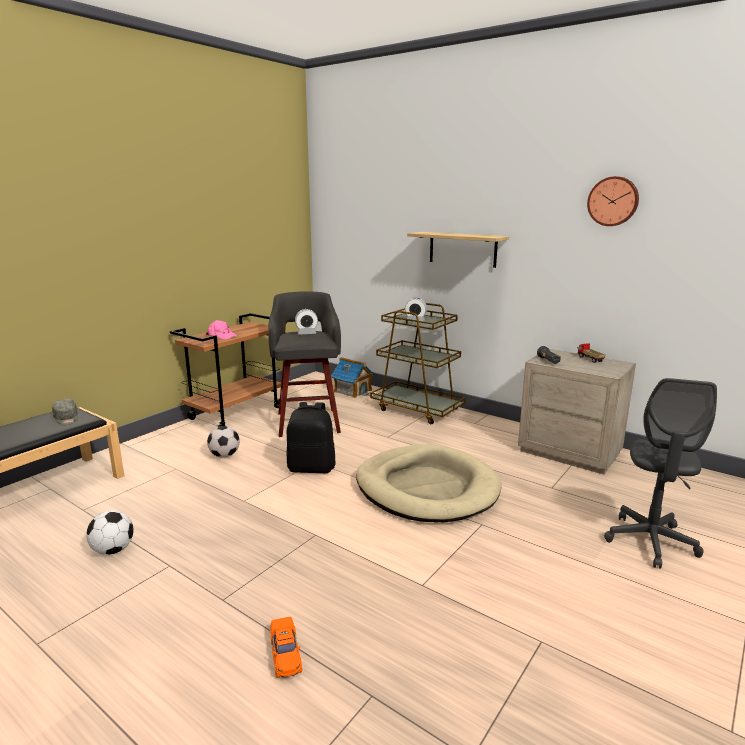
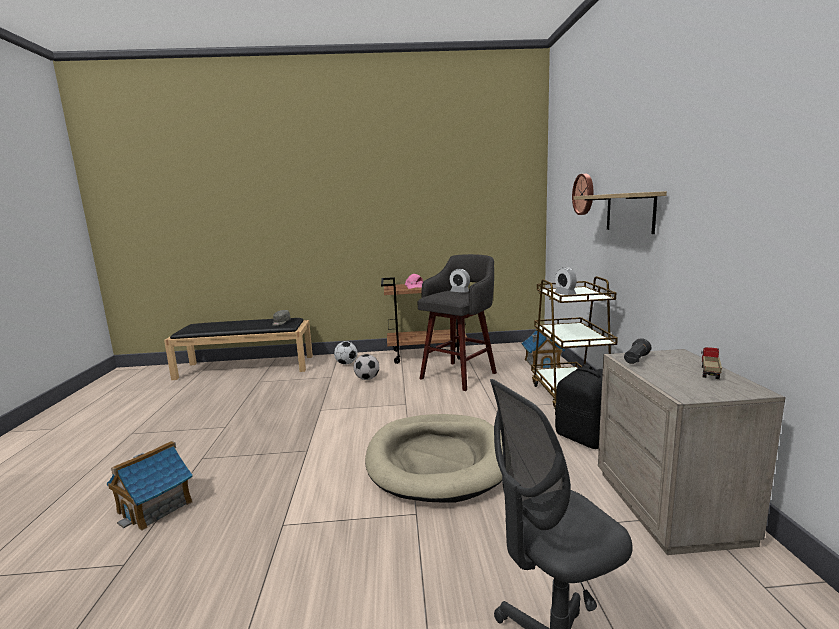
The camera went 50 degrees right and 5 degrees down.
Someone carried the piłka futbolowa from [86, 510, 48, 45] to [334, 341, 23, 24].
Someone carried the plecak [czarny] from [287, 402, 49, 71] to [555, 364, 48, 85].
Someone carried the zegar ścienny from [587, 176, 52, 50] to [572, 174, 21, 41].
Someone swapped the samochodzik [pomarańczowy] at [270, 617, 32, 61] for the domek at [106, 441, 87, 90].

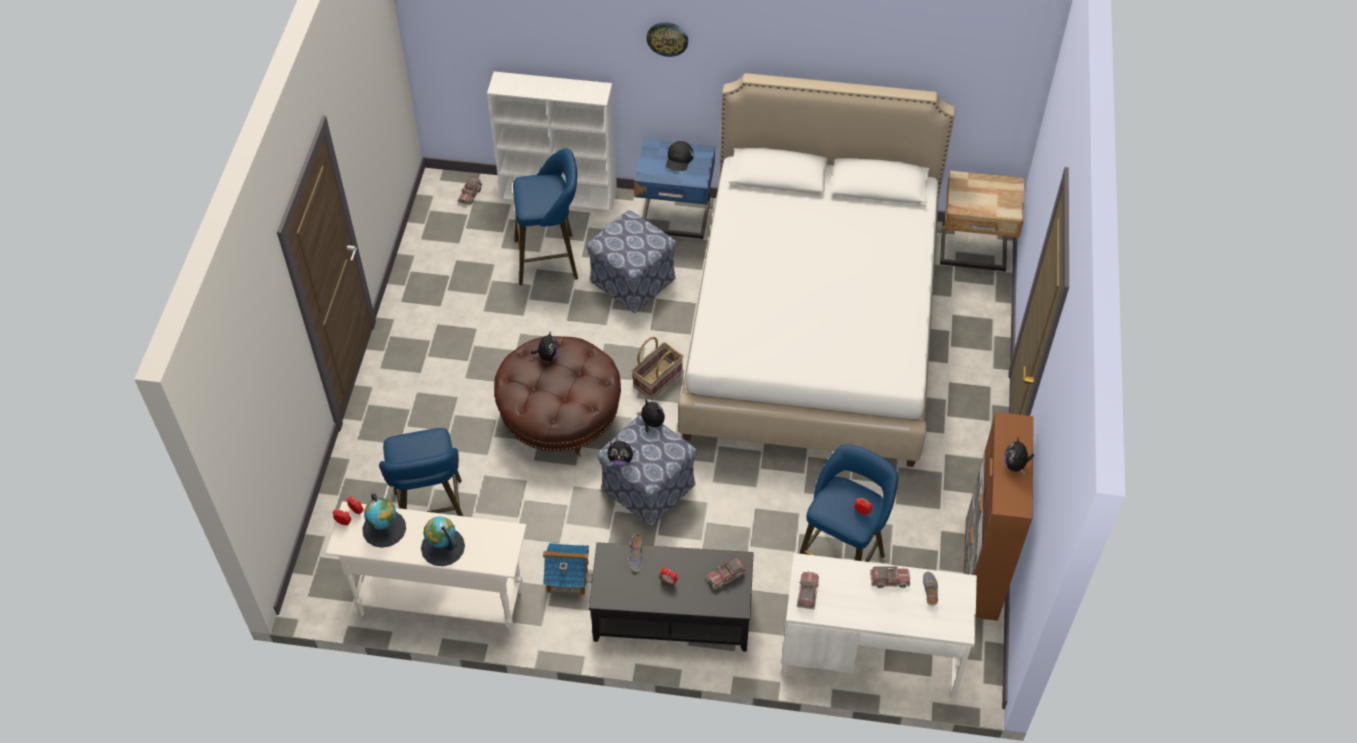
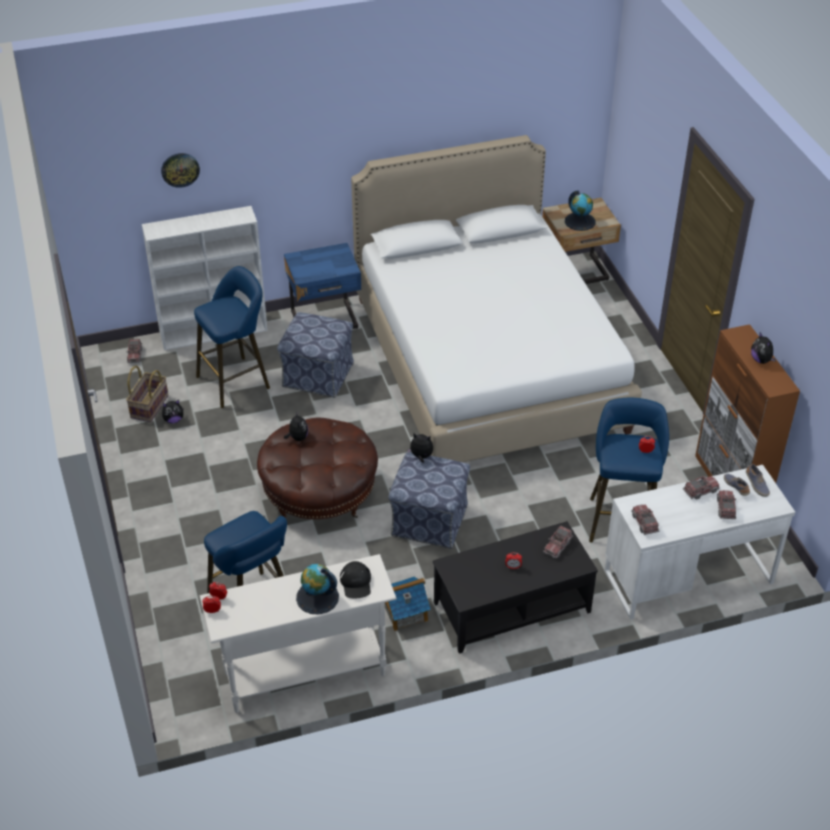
The camera went 25 degrees left and 10 degrees down.
Someone put down the ciężarówka zabawkowa at [717, 490, 19, 29].
Someone carried the globus from [362, 493, 44, 55] to [565, 190, 31, 41].
Someone carried the pluszak from [607, 441, 29, 25] to [162, 400, 22, 23].
Someone carried the but from [628, 533, 15, 39] to [746, 464, 24, 33].
Someone carried the koszyk from [632, 337, 51, 63] to [126, 365, 42, 57].
Someone carried the zegar ścienny from [646, 22, 42, 35] to [161, 153, 39, 35].
Someone carried the czapka z daszkiem [czarny] from [666, 141, 28, 30] to [340, 561, 31, 38].

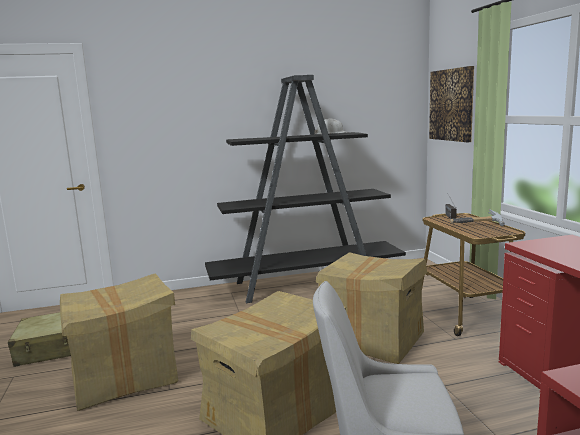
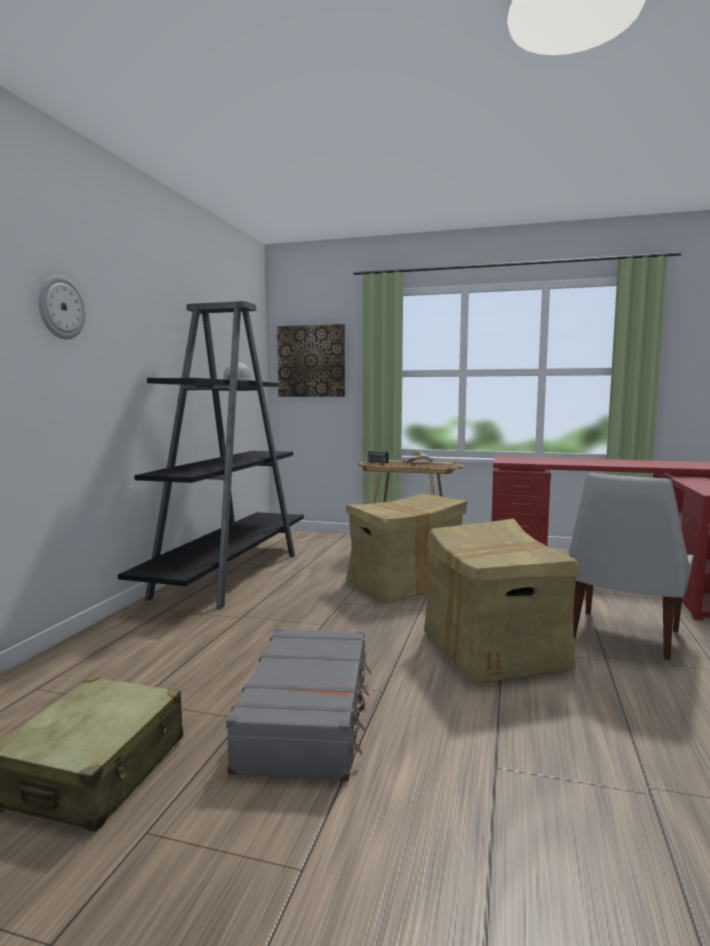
The camera went 60 degrees left and 5 degrees down.
Someone put up the zegar ścienny at [38, 275, 48, 64].
Someone swapped the karton at [60, 274, 118, 137] for the walizka [szary] at [226, 628, 145, 153].

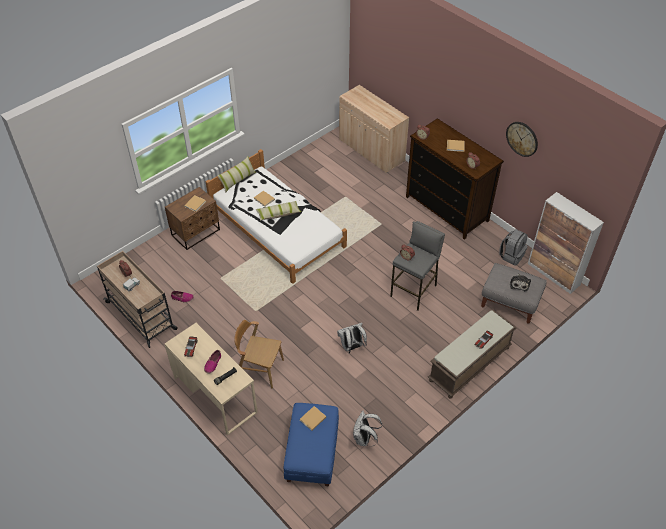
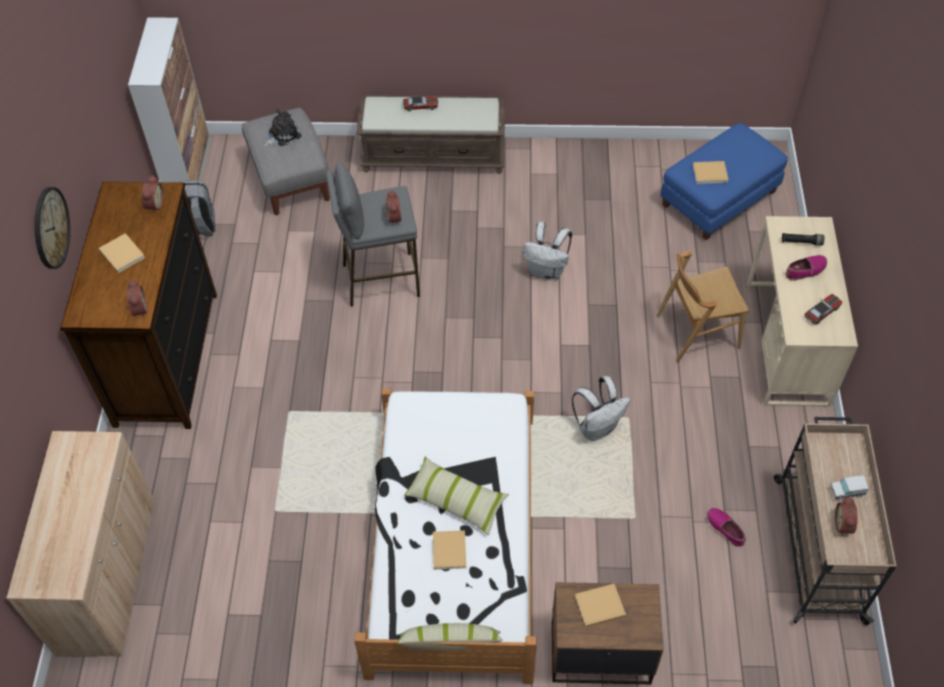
The camera went 135 degrees left and 5 degrees up.
Someone carried the plecak [biały] from [353, 410, 29, 36] to [572, 376, 58, 65].
Someone carried the zegar ścienny from [506, 122, 32, 35] to [34, 187, 36, 82].
Someone rotated the krzesło [brązowy] at [234, 320, 50, 68] by 105 degrees clockwise.

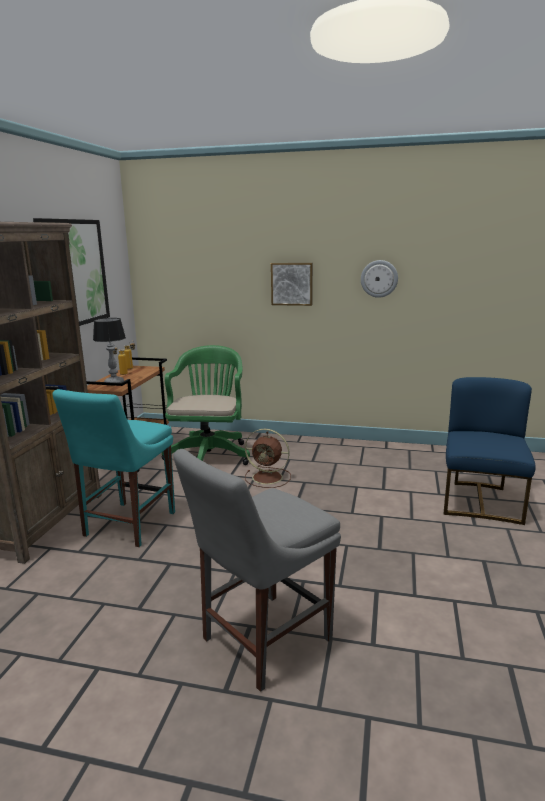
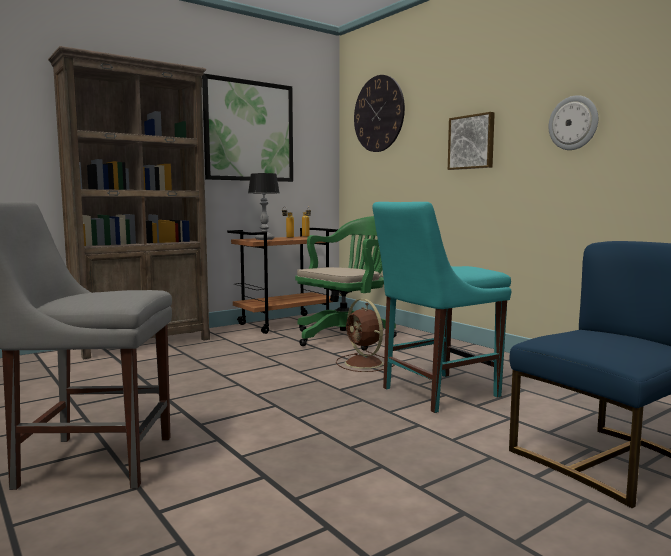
The camera went 40 degrees right and 10 degrees down.
Someone put up the zegar ścienny at [354, 75, 51, 77].
Someone carried the krzesło [turkusowy] from [52, 389, 123, 158] to [373, 202, 138, 211].

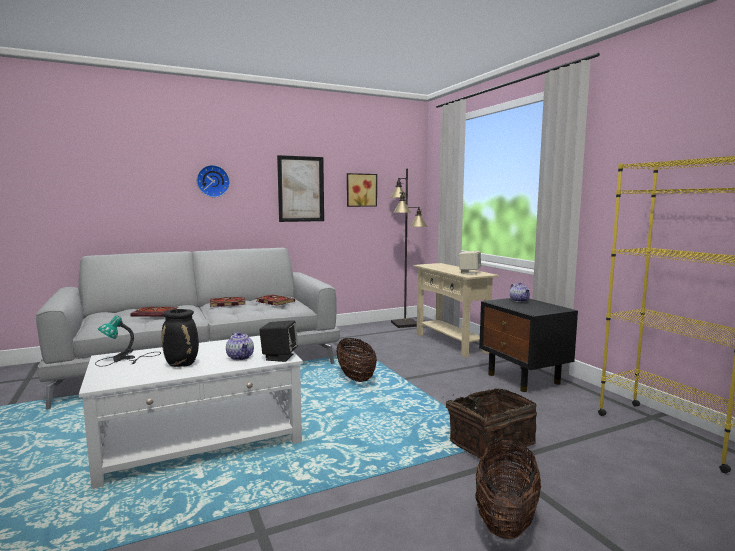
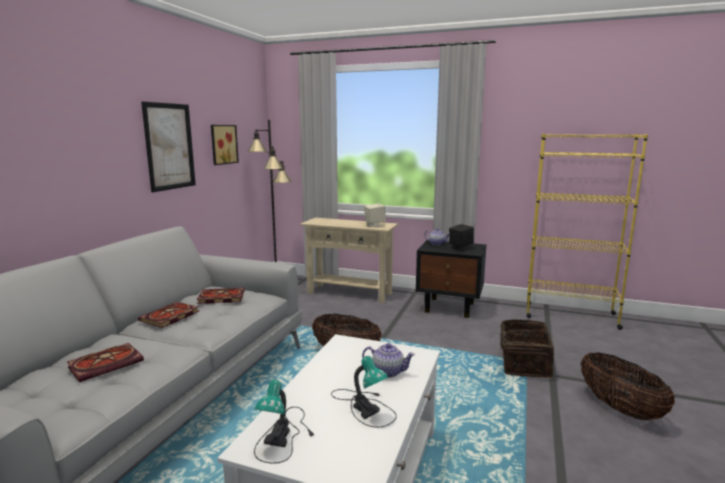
The camera went 45 degrees left and 5 degrees up.
Someone took away the zegar ścienny at [197, 165, 33, 32].
Someone carried the głośnik [czarny] from [259, 320, 39, 42] to [449, 224, 25, 26].
Someone swapped the wazon [czarny] at [162, 309, 37, 58] for the lampa stołowa at [331, 356, 66, 72].

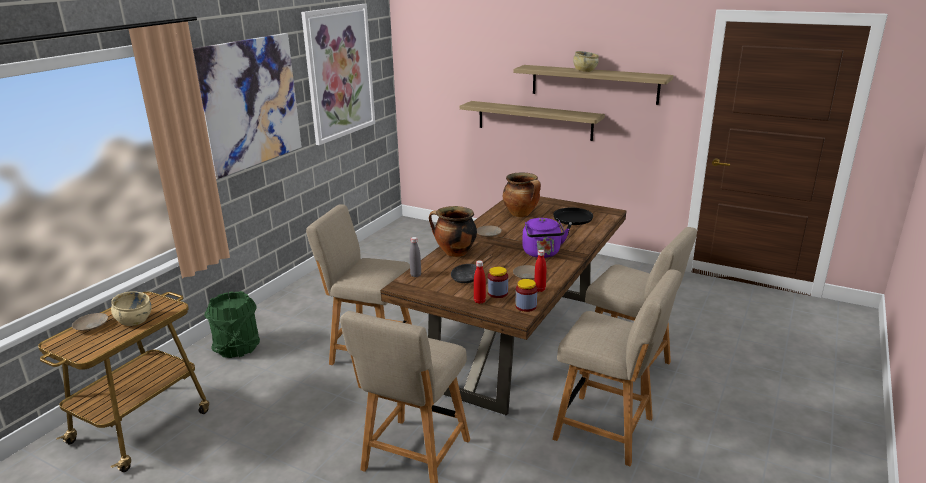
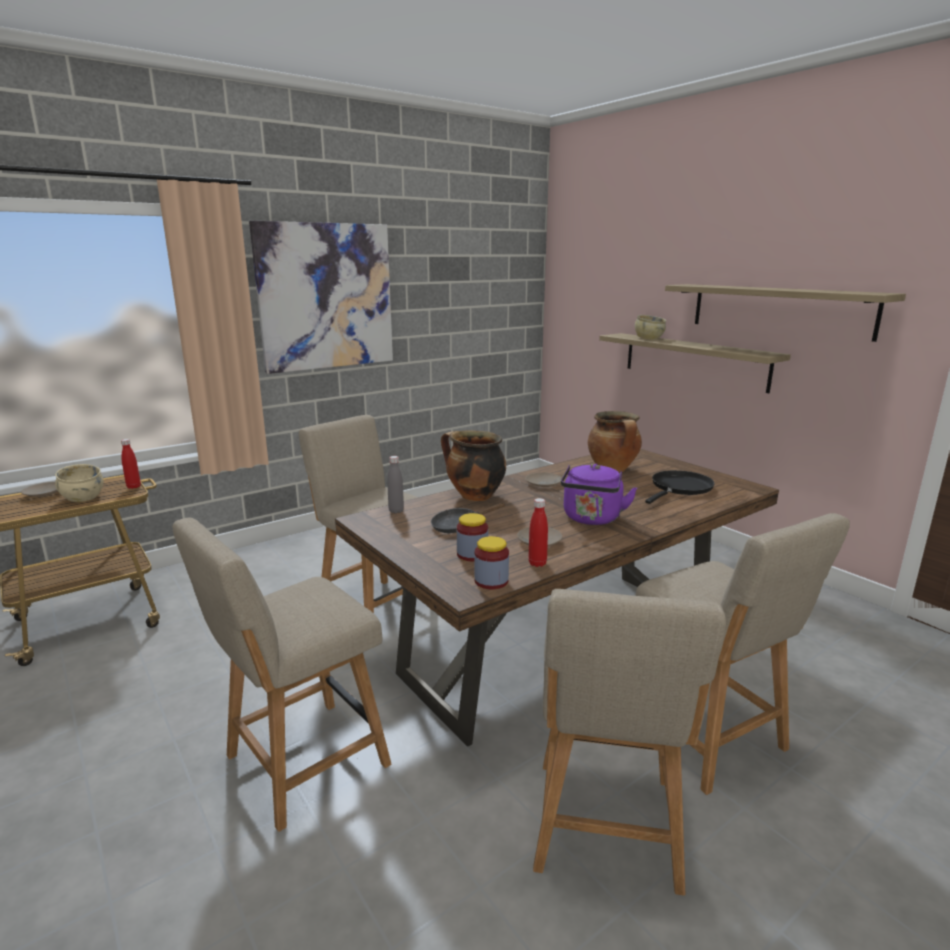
The camera went 25 degrees right and 5 degrees down.
Someone took away the wiadro [zielony] at [204, 291, 56, 67].
Someone took away the obraz at [301, 4, 74, 141].
Someone carried the butelka [czerwony] from [474, 260, 12, 44] to [121, 439, 20, 50].
Someone carried the miska [beżowy] from [573, 51, 26, 21] to [635, 315, 31, 25].
Someone rotated the krzesło [beżowy] at [552, 269, 129, 197] by 45 degrees clockwise.

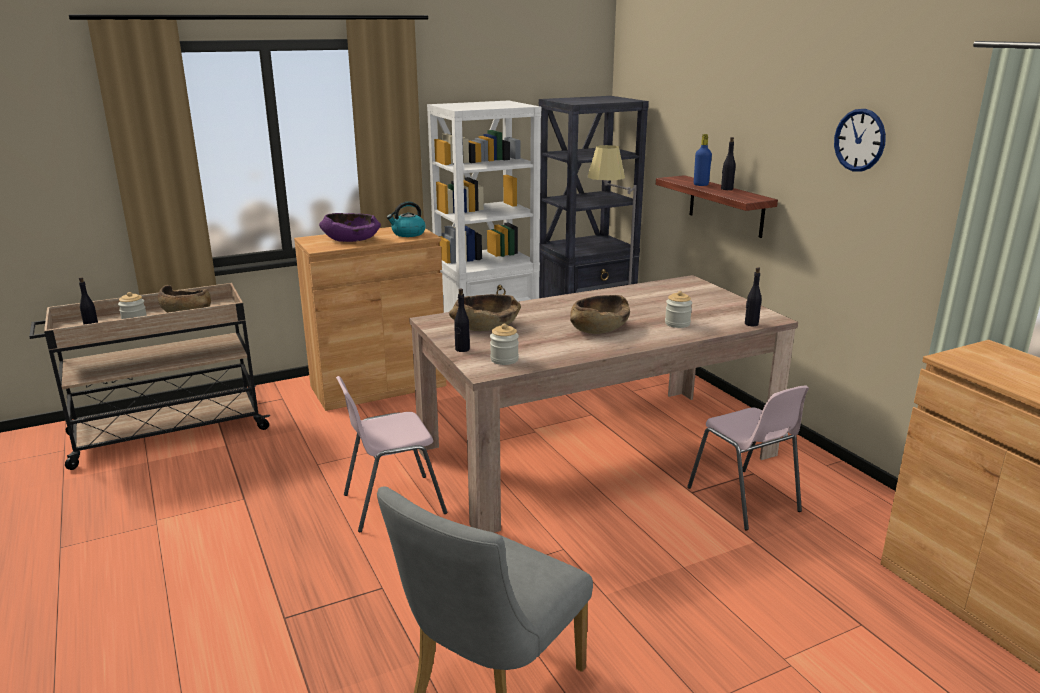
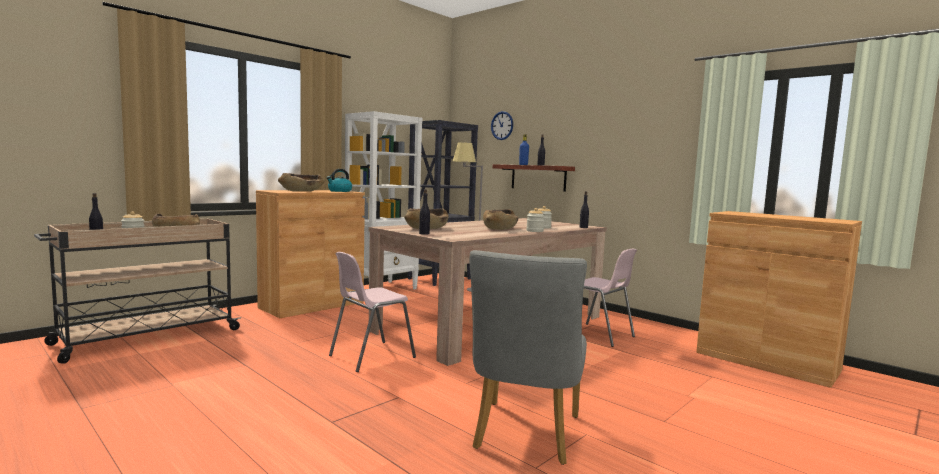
The camera went 20 degrees left and 15 degrees down.
Someone carried the słoik from [490, 324, 29, 41] to [526, 208, 18, 24].
Someone carried the zegar ścienny from [834, 109, 52, 63] to [491, 111, 22, 29].
Someone repainted the miska [fioletowy] at [319, 213, 62, 29], which became the miska [brązowy] at [278, 173, 46, 18].

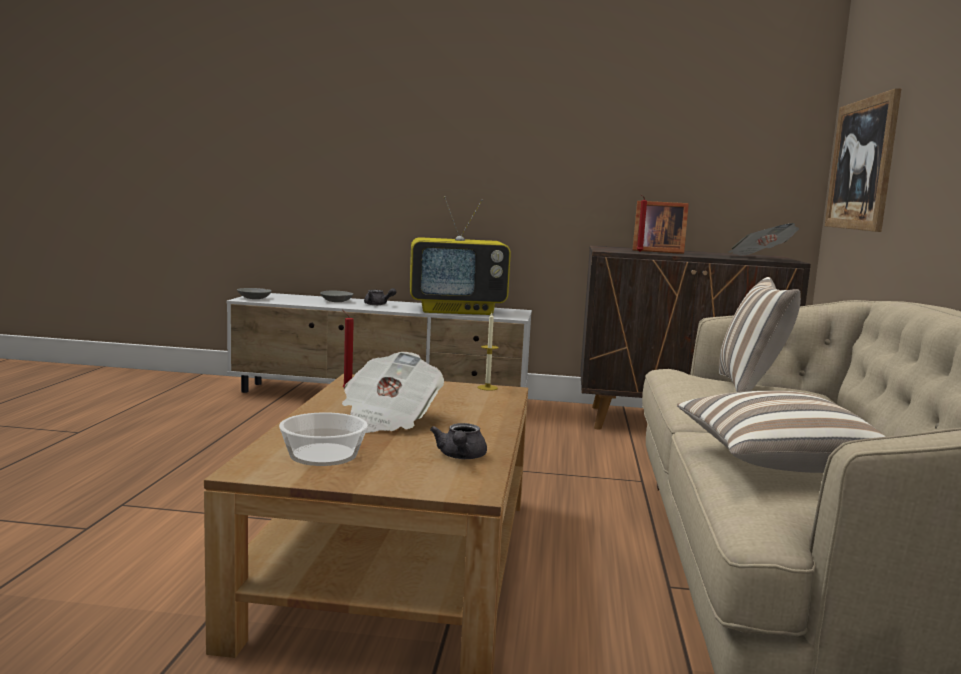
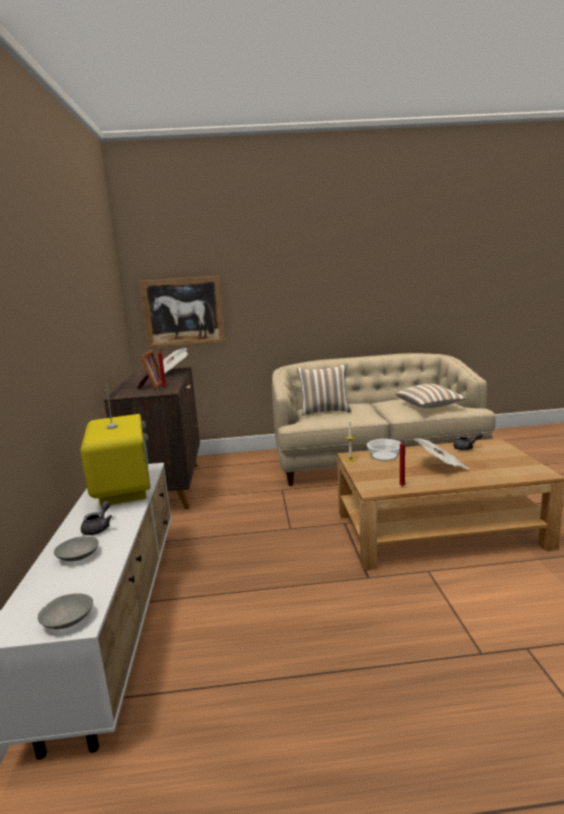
The camera went 100 degrees left and 5 degrees up.
Someone carried the miska from [279, 412, 89, 54] to [367, 439, 34, 22].

